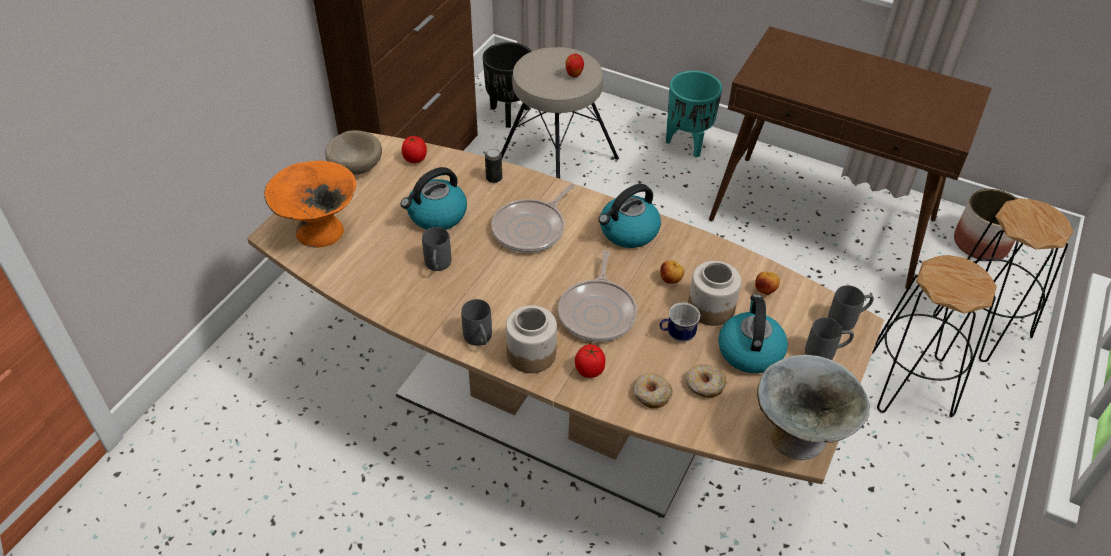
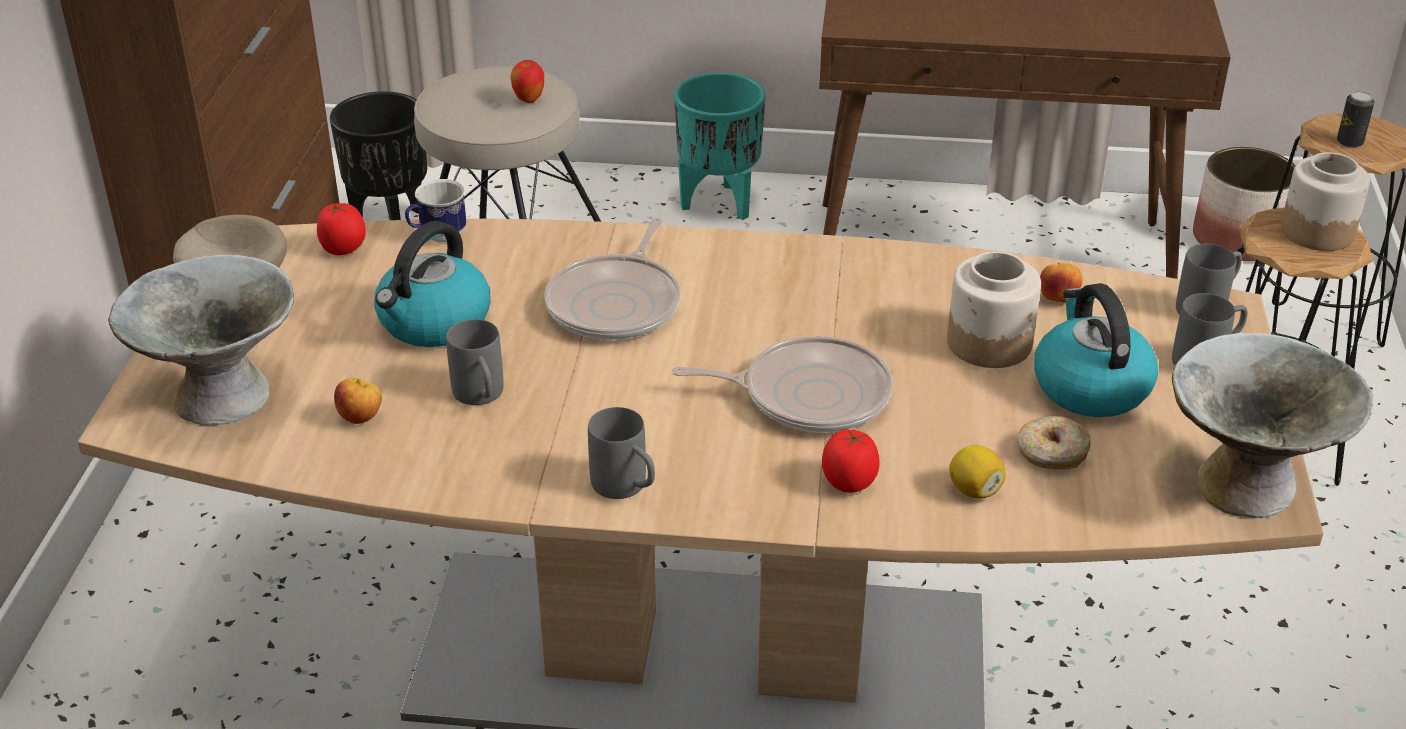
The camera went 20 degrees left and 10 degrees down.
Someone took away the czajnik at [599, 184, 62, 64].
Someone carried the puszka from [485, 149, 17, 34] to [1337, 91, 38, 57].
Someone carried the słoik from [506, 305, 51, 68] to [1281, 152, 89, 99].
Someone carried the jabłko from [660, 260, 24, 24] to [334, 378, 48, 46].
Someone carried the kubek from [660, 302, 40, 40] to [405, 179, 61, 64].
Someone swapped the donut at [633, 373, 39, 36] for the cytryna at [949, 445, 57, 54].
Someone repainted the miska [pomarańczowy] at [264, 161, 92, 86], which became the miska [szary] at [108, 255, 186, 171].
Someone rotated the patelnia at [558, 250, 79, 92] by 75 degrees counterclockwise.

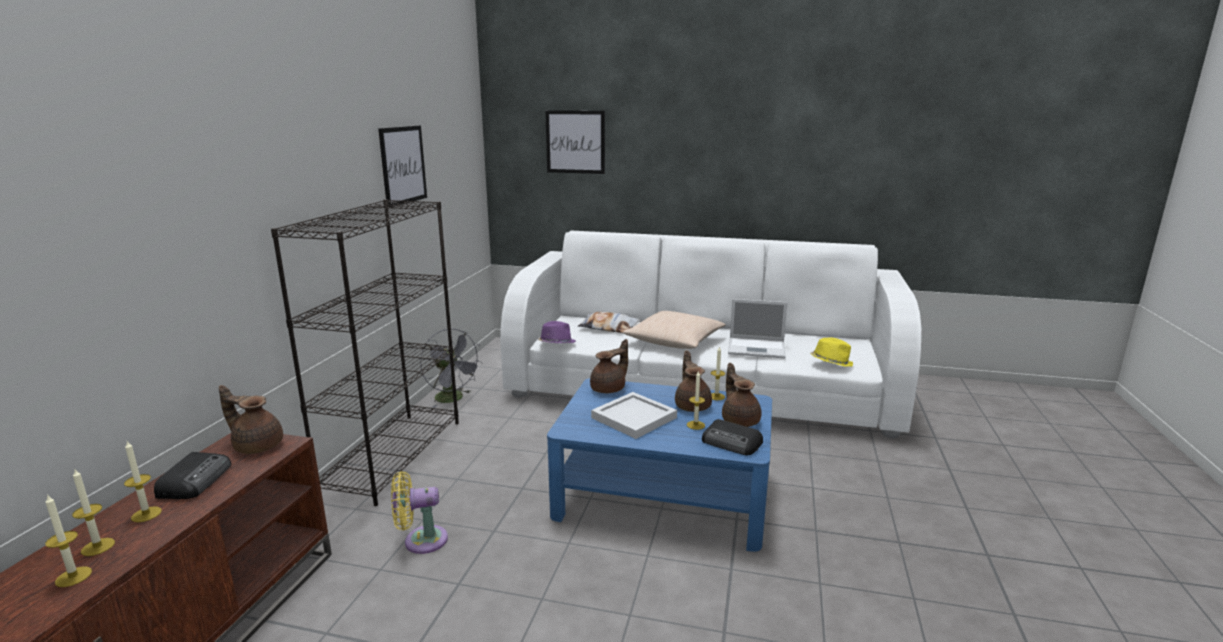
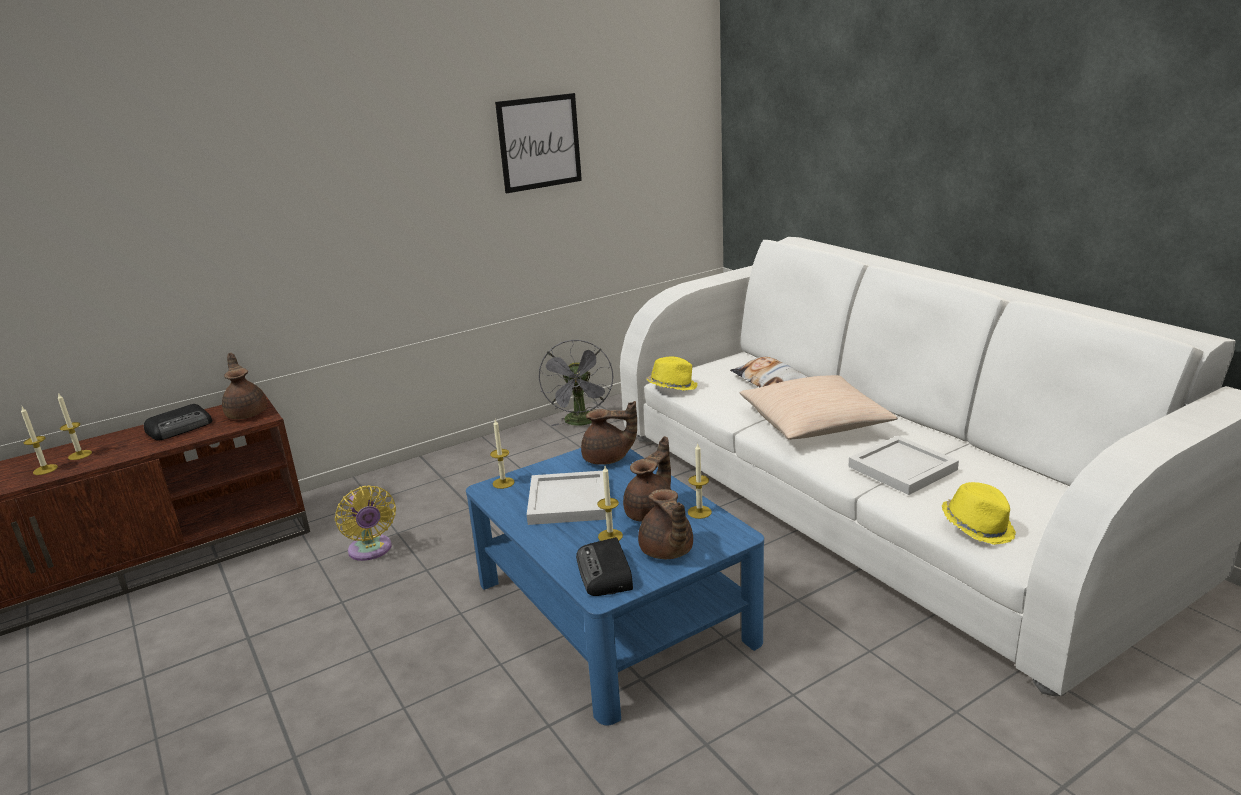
The camera went 45 degrees right and 5 degrees up.
Someone took away the regał [czarny] at [271, 199, 188, 307].
Someone took away the obraz at [545, 110, 60, 64].
Someone carried the świeca from [124, 441, 38, 81] to [490, 420, 25, 69].
Someone swapped the laptop at [728, 299, 59, 59] for the taca [biały] at [848, 436, 111, 59].
Someone repainted the kapelusz [fioletowy] at [538, 321, 38, 23], which became the kapelusz [żółty] at [646, 356, 52, 35].
Someone rotated the wentylator [żółty] at [391, 471, 57, 83] by 150 degrees counterclockwise.
Someone rotated the imbryk [brązowy] at [722, 363, 40, 64] by 135 degrees clockwise.

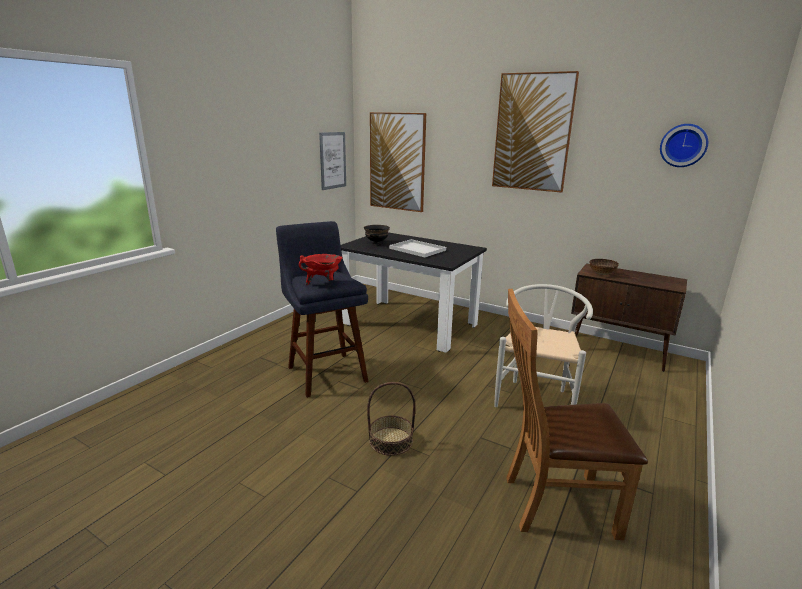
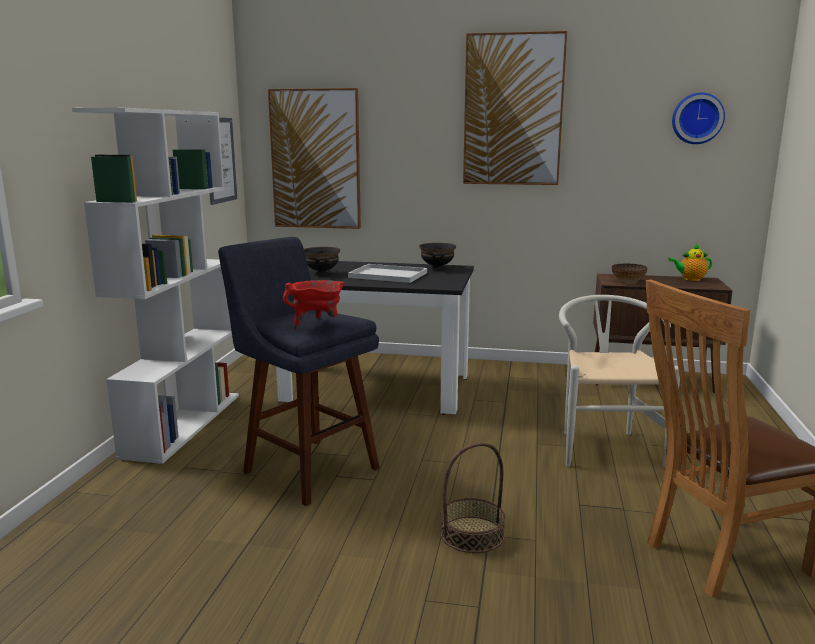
The camera went 20 degrees left and 5 degrees down.
Someone put down the regał [biały] at [72, 108, 167, 356].
Someone put down the miska [czarny] at [419, 243, 37, 27].
Someone put down the imbryk at [668, 244, 44, 37].

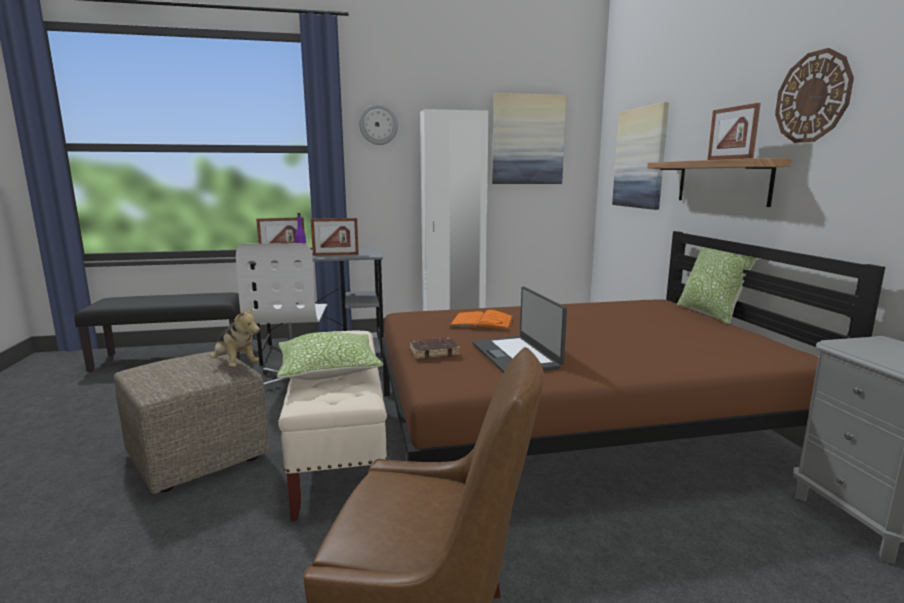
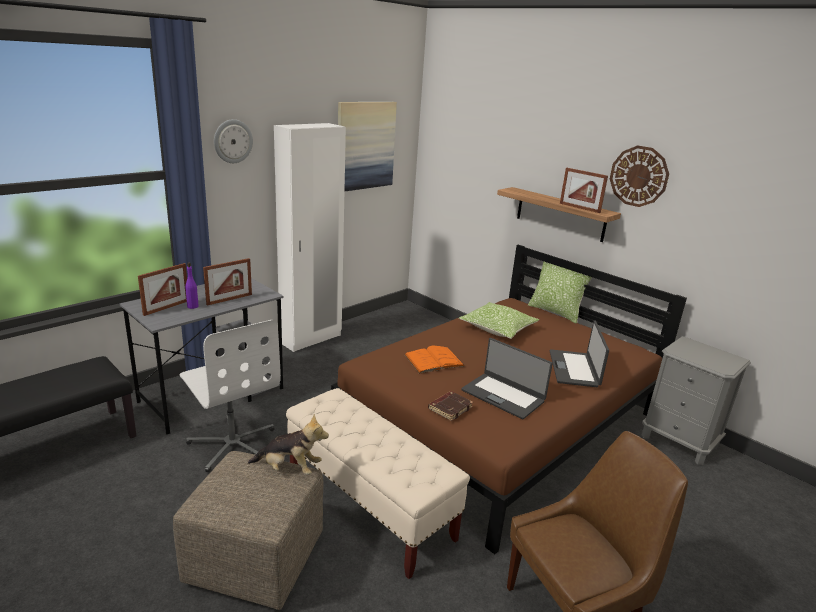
The camera went 35 degrees left and 10 degrees up.
Someone took away the obraz at [612, 102, 57, 108].
Someone put down the laptop at [550, 320, 59, 67].
Someone carried the poduszka from [277, 332, 106, 48] to [459, 302, 80, 37].

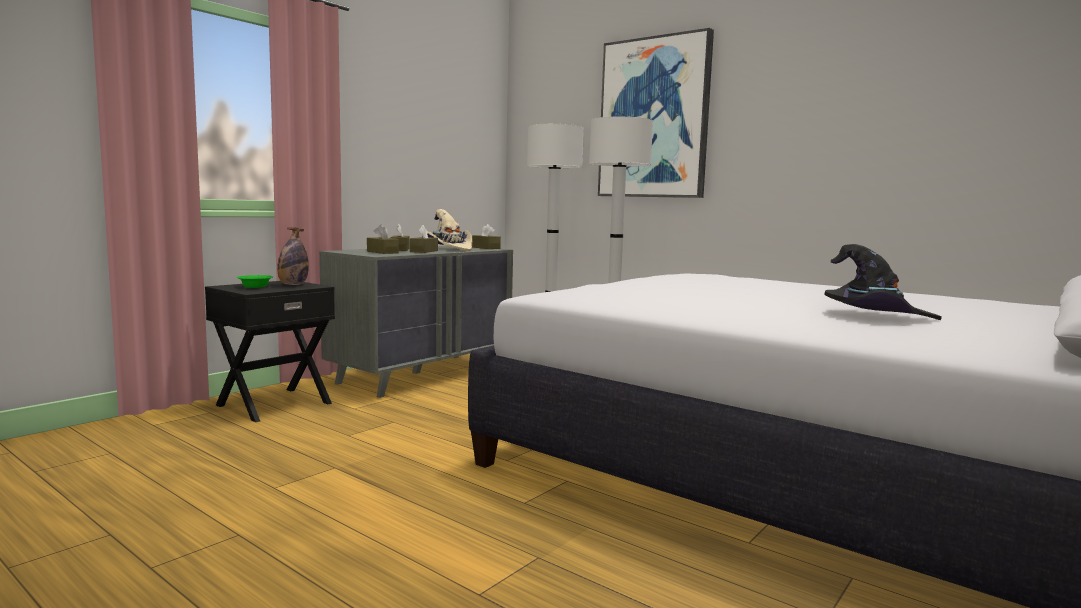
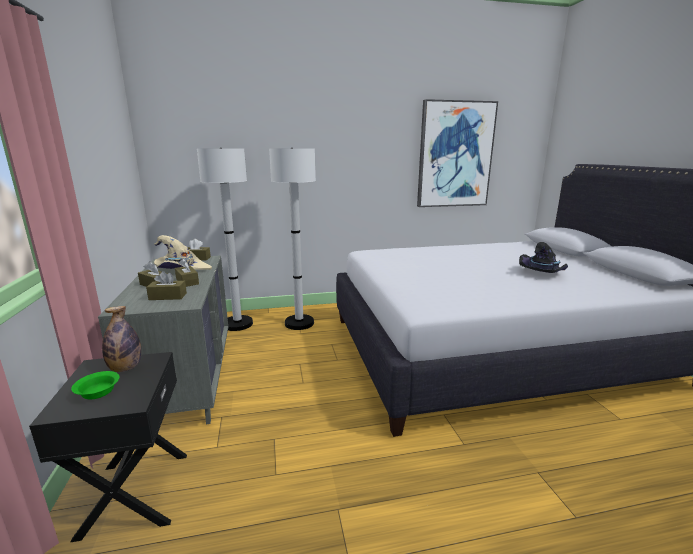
The camera went 50 degrees left and 10 degrees up.
Someone carried the obraz from [598, 28, 116, 170] to [417, 99, 81, 108].

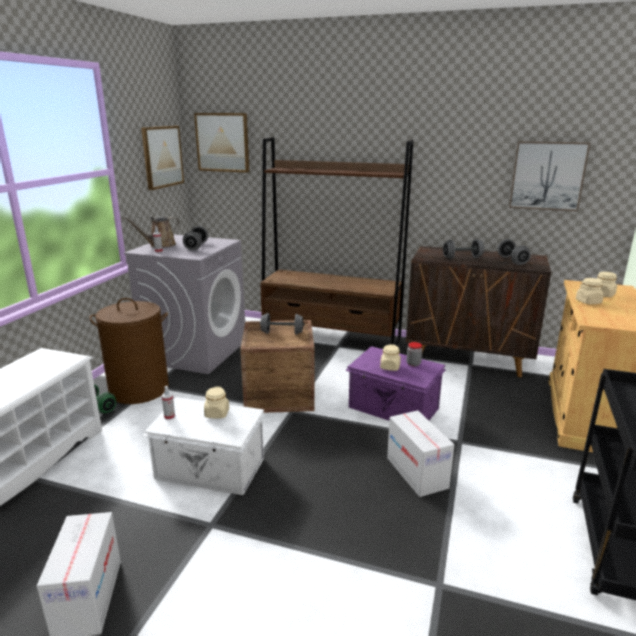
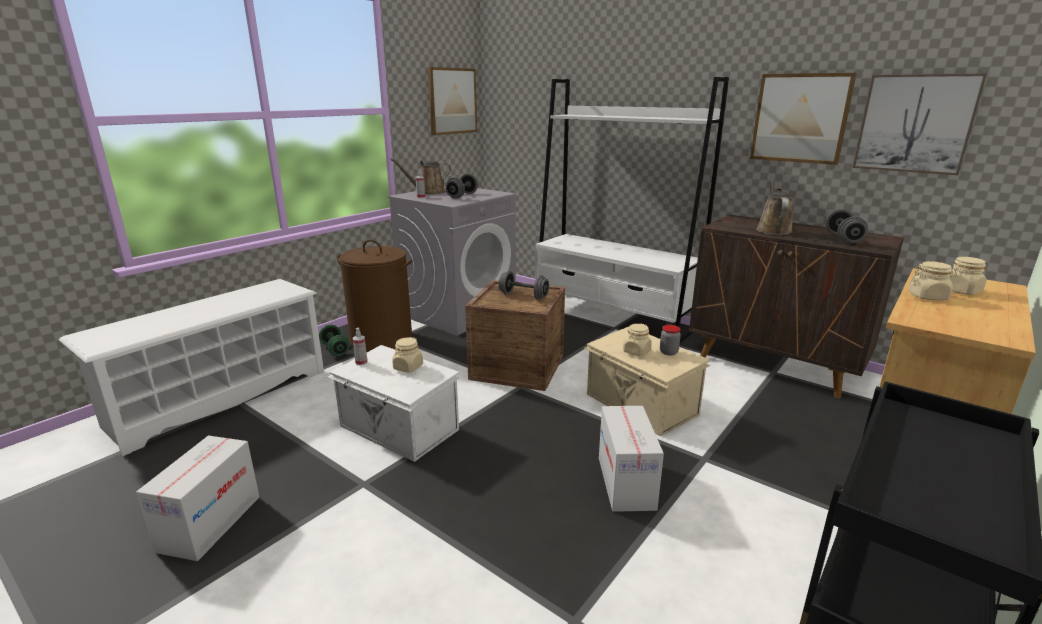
The camera went 20 degrees right and 0 degrees up.
Someone carried the obraz from [194, 113, 55, 60] to [750, 73, 107, 92].
Someone swapped the hantel [szary] at [443, 239, 41, 20] for the konewka [brązowy] at [756, 180, 37, 55].
Someone repainted the regał [brązowy] at [260, 137, 154, 209], which became the regał [biały] at [535, 77, 194, 266].
Someone repainted the pojemnik do przechowywania [fioletowy] at [345, 346, 101, 74], which became the pojemnik do przechowywania [beżowy] at [584, 327, 126, 110].

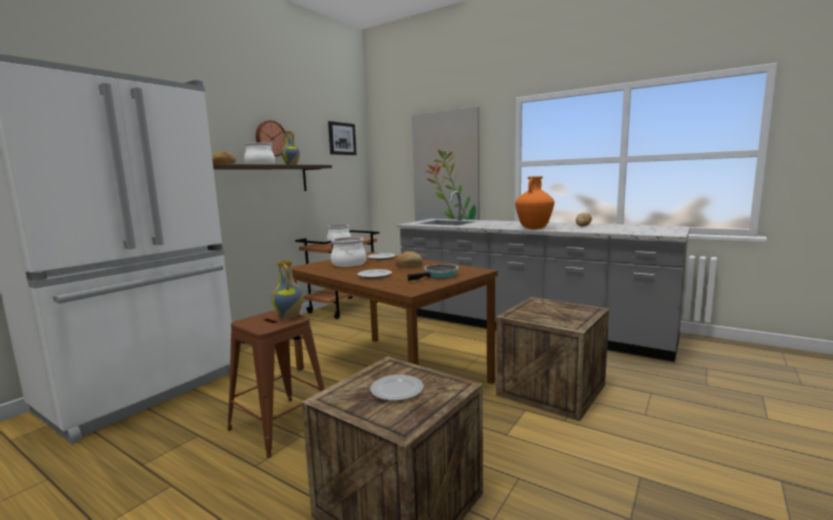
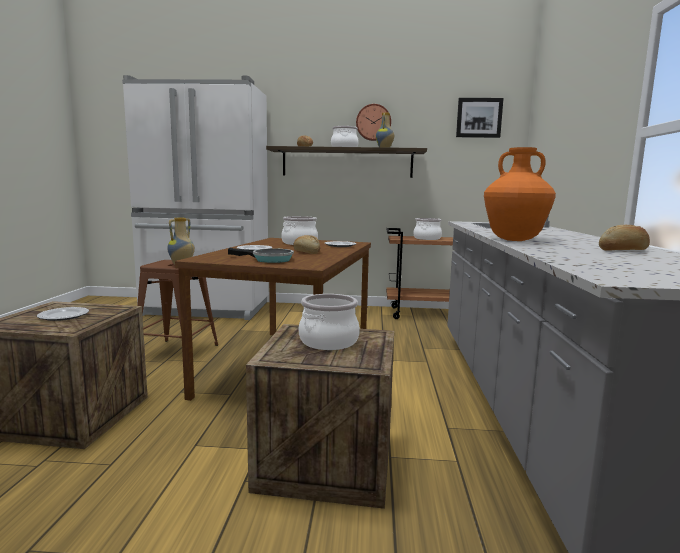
The camera went 60 degrees right and 0 degrees up.
Someone took away the obraz at [412, 107, 68, 115].
Someone put down the garnek at [299, 294, 61, 56].

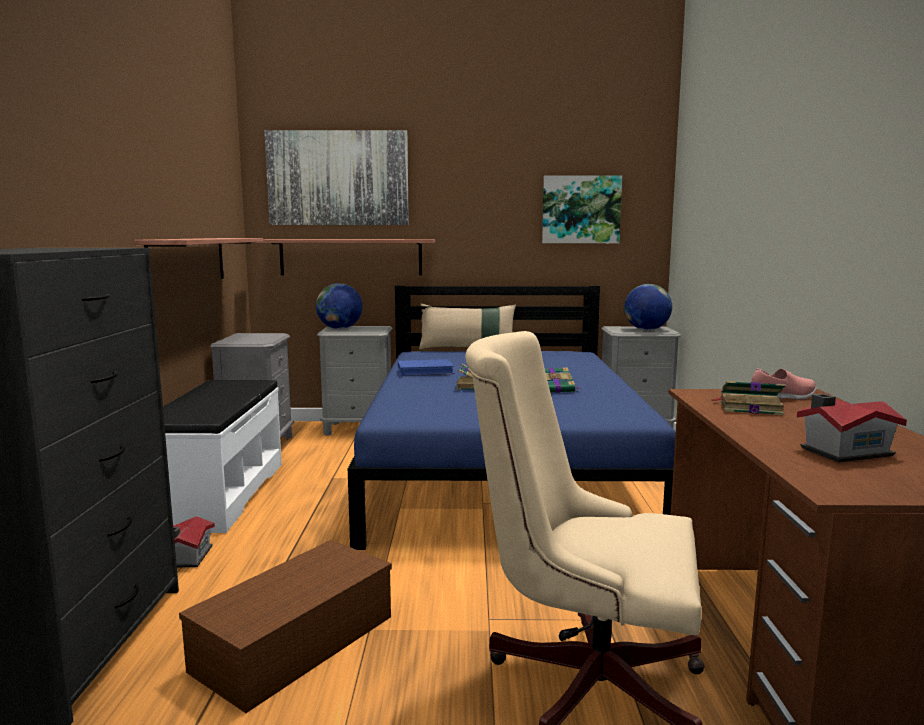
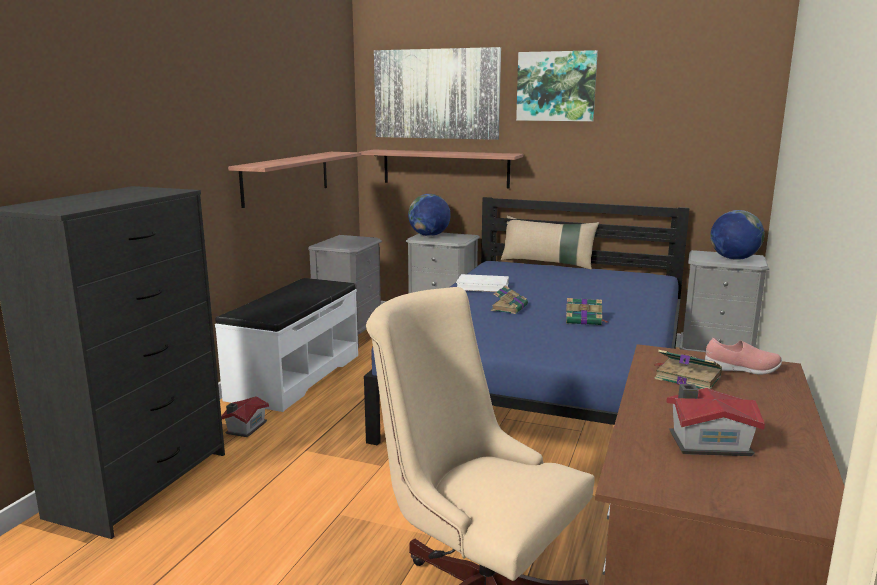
The camera went 20 degrees right and 5 degrees up.
Someone took away the pojemnik do przechowywania [brązowy] at [179, 540, 213, 173].
Someone carried the obraz from [542, 175, 80, 68] to [516, 50, 82, 71].
Someone repainted the książka [niebieski] at [398, 359, 57, 17], which became the książka [biały] at [456, 274, 53, 18].

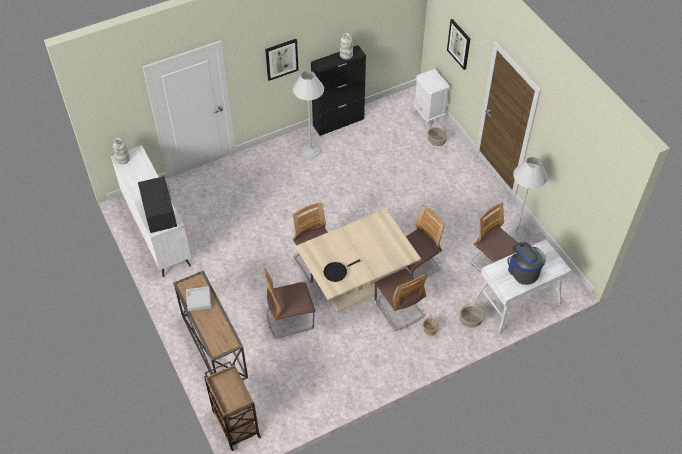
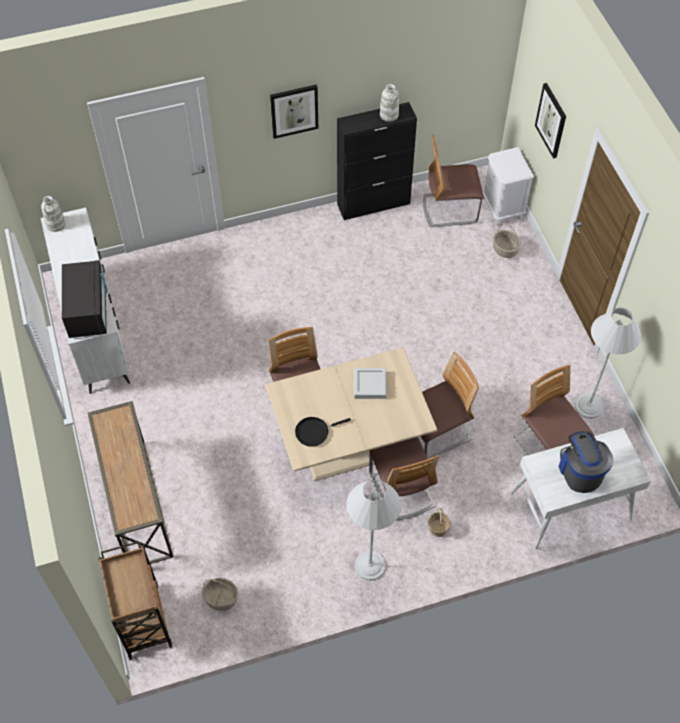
The camera went 10 degrees right and 5 degrees up.
Someone carried the taca [szary] from [186, 286, 26, 25] to [354, 368, 32, 31].
Someone carried the krzesło from [264, 268, 51, 71] to [423, 134, 61, 93].
Someone carried the lampa stojąca [biały] from [293, 71, 31, 87] to [346, 480, 55, 101].
Someone carried the koszyk from [460, 304, 24, 24] to [202, 578, 36, 33].

